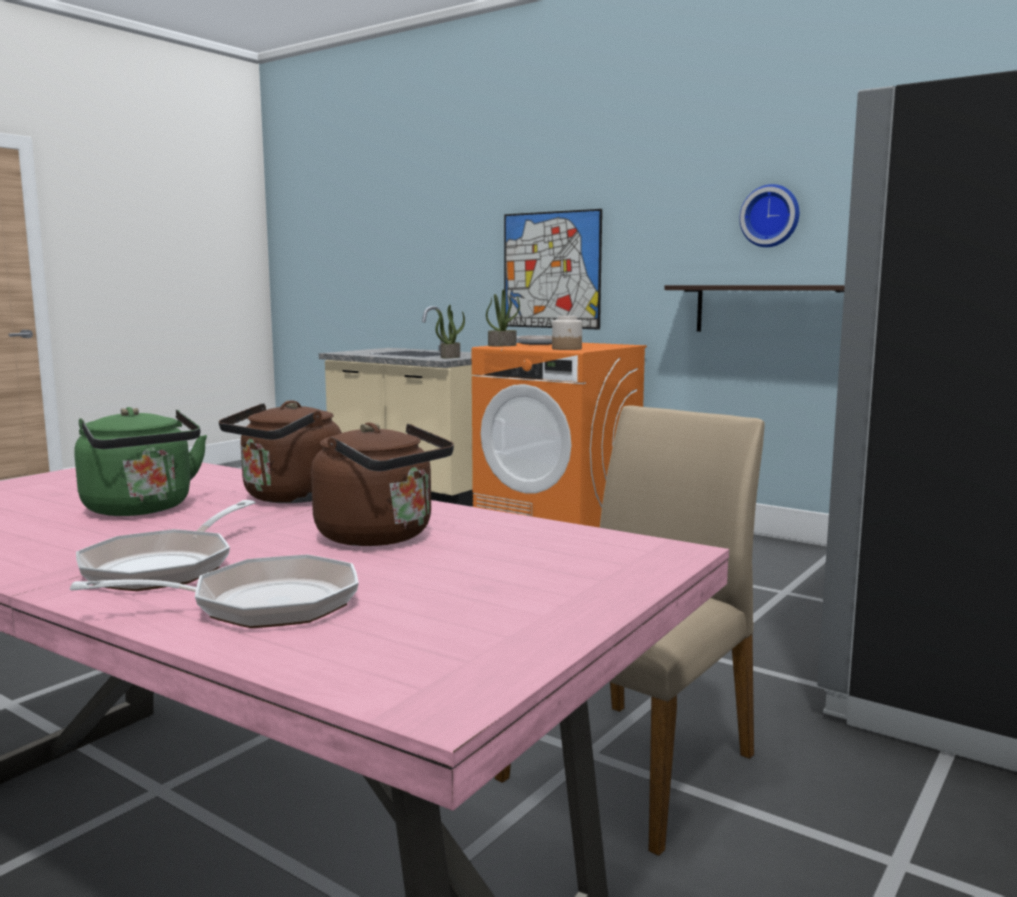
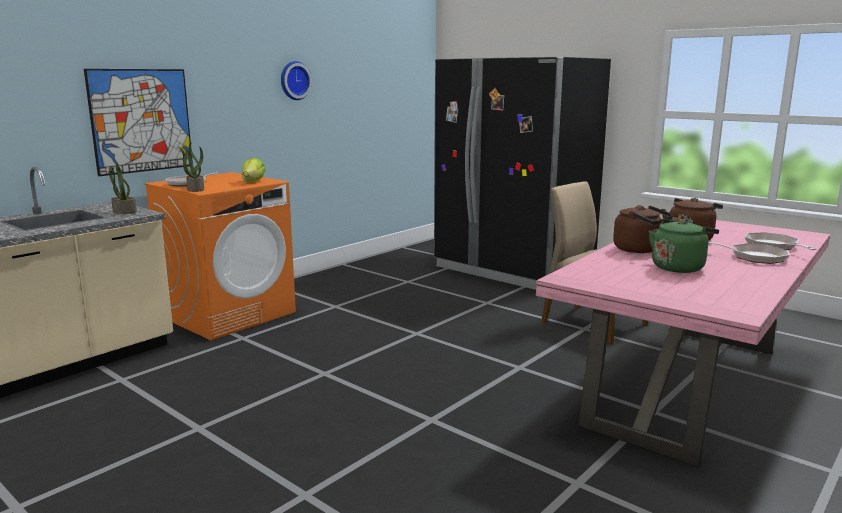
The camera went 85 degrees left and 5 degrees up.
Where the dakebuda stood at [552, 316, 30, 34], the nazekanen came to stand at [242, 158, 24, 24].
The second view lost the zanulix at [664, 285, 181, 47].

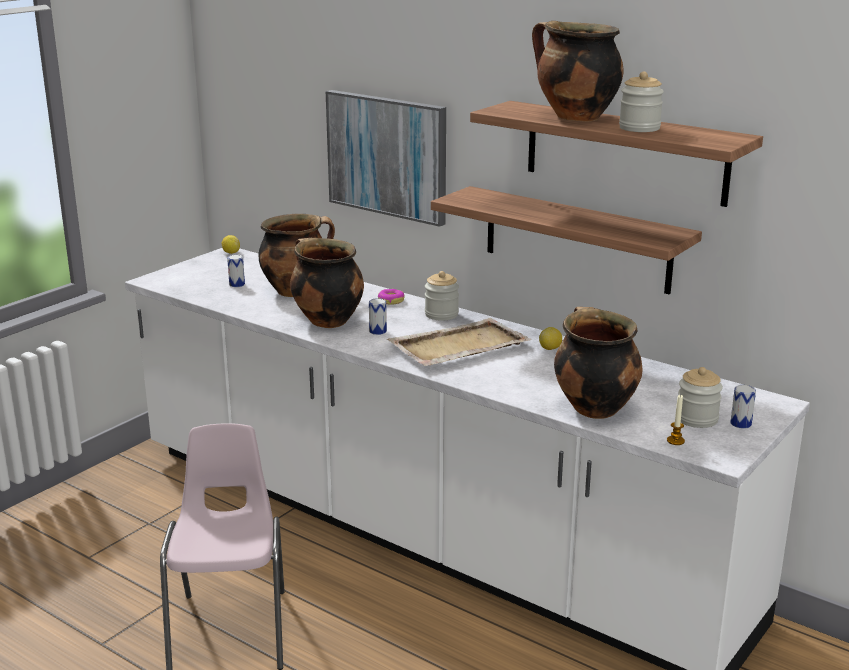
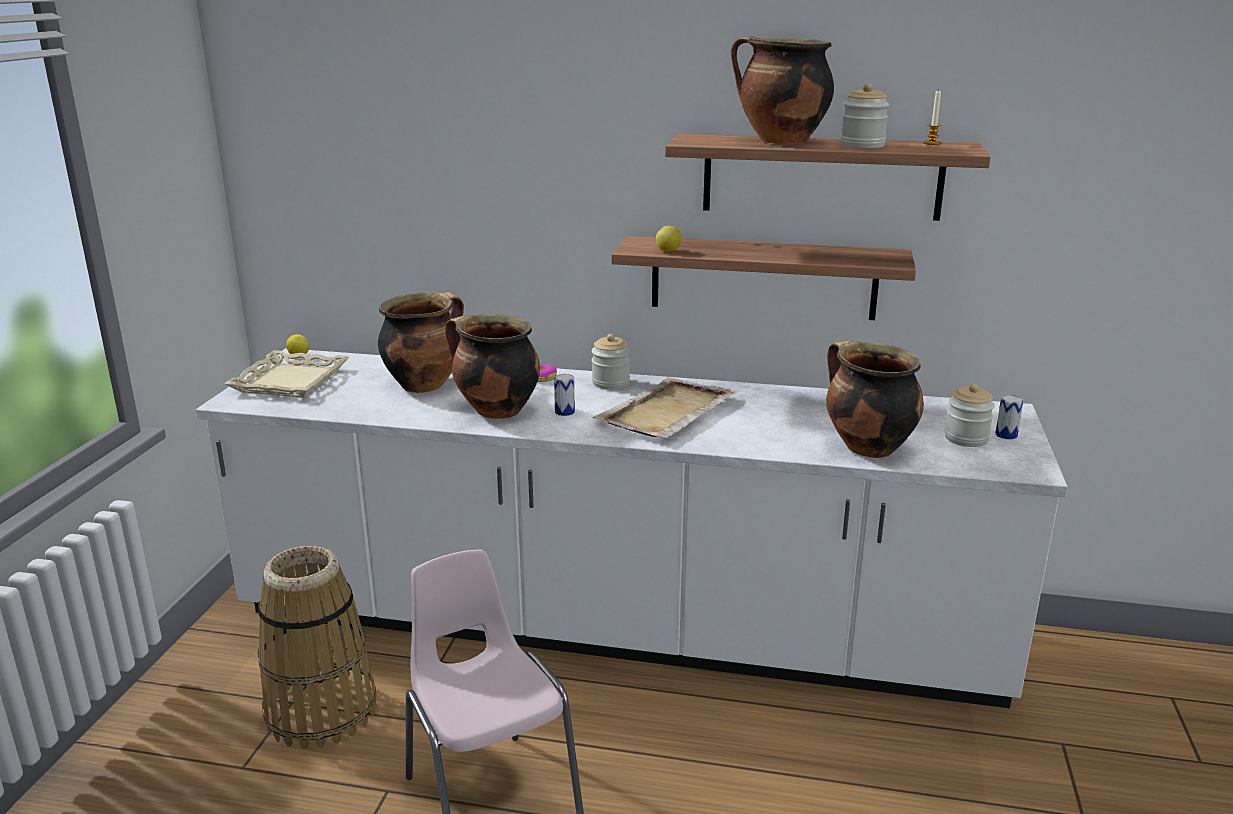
The camera went 25 degrees left and 0 degrees up.
The second view gained the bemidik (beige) at [224, 350, 125, 48].
The second view gained the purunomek at [257, 546, 120, 203].
The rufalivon ended up elsewhere, having gone from [539, 327, 23, 23] to [656, 226, 26, 26].
The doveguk ended up elsewhere, having gone from [667, 394, 18, 51] to [923, 90, 18, 55].
The second view lost the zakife at [227, 255, 18, 32].
The second view lost the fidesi at [326, 90, 120, 137].

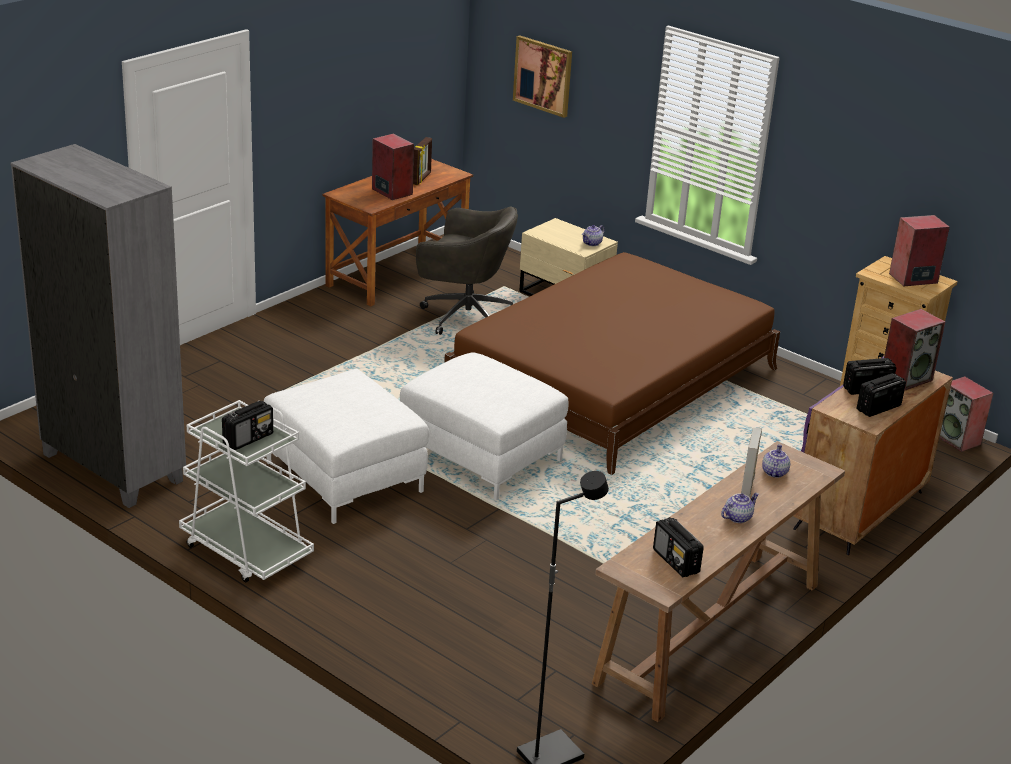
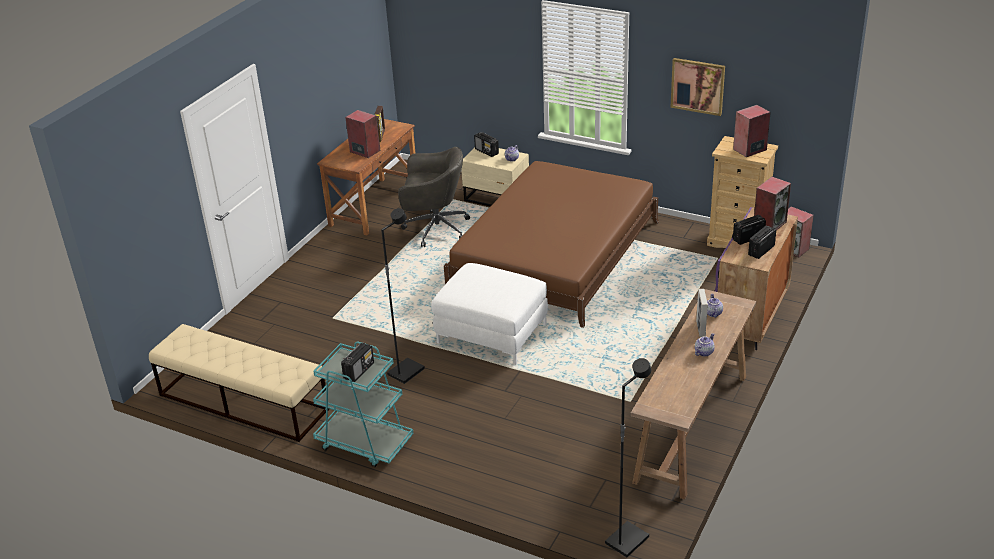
The camera went 10 degrees left and 5 degrees up.
Where the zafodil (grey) stood at [10, 144, 176, 364], the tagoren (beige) came to stand at [149, 324, 180, 118].
What was the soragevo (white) at [179, 400, 135, 182] turned into the soragevo (turquoise) at [313, 342, 100, 125].
Where the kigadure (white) stood at [264, 369, 165, 155], the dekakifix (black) came to stand at [381, 208, 44, 176].
The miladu ended up elsewhere, having gone from [653, 517, 51, 60] to [474, 132, 25, 25].
The fidesi ended up elsewhere, having gone from [513, 35, 59, 83] to [671, 58, 54, 58].

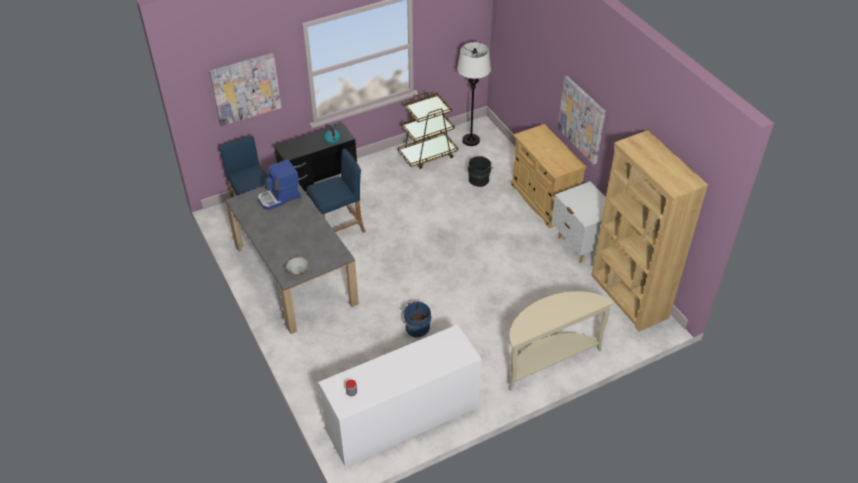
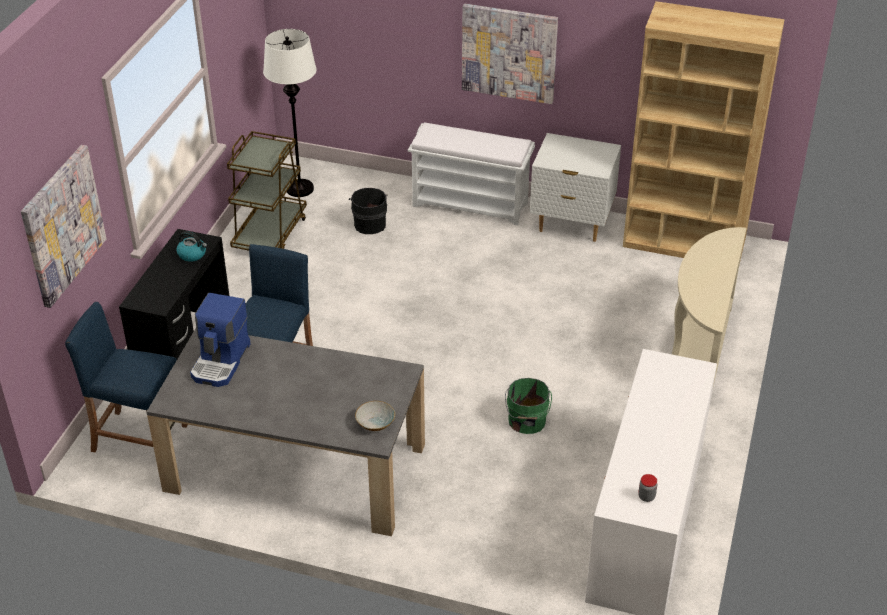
The camera went 45 degrees left and 5 degrees down.
Where the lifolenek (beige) stood at [511, 124, 76, 104], the tagoren (white) came to stand at [408, 122, 127, 103].
What was the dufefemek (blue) at [401, 301, 30, 37] turned into the dufefemek (green) at [505, 378, 47, 56].

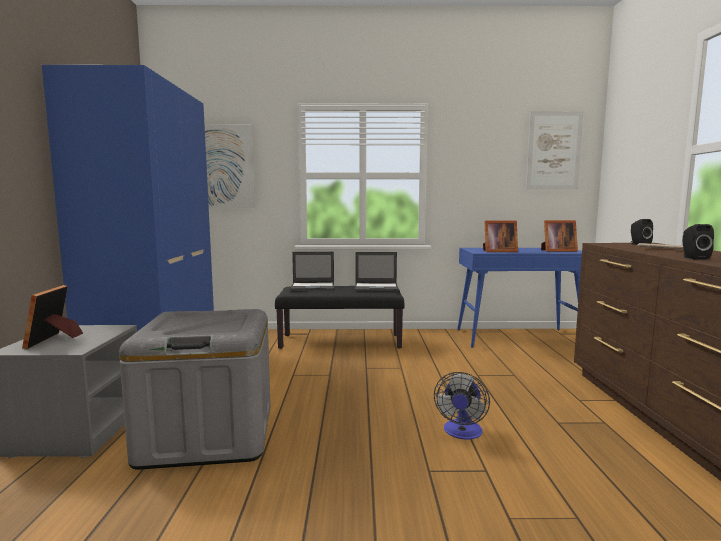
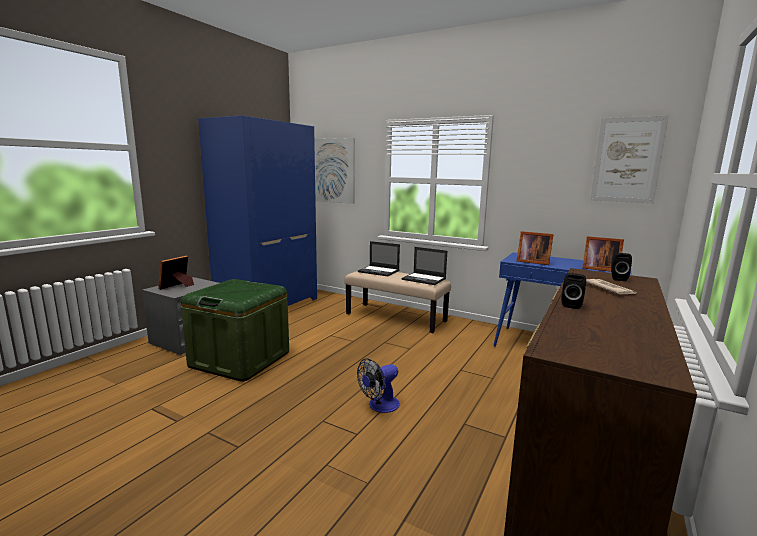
The camera went 30 degrees right and 5 degrees up.
What was the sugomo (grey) at [119, 309, 151, 161] turned into the sugomo (green) at [181, 279, 108, 103].
What was the tagoren (black) at [275, 286, 129, 63] turned into the tagoren (beige) at [344, 271, 107, 62].

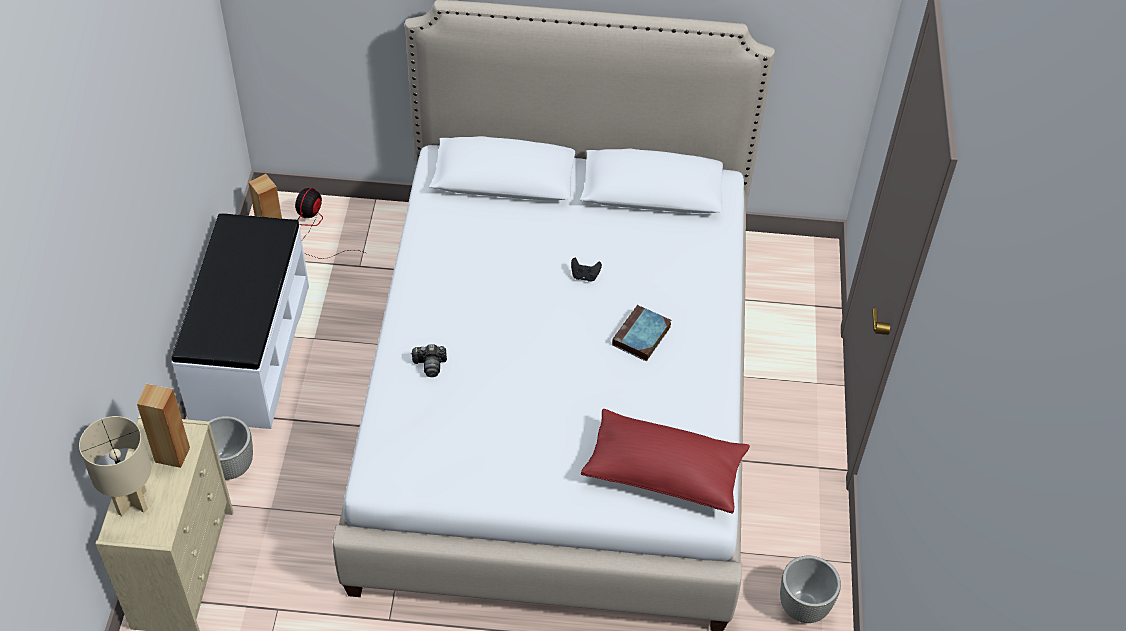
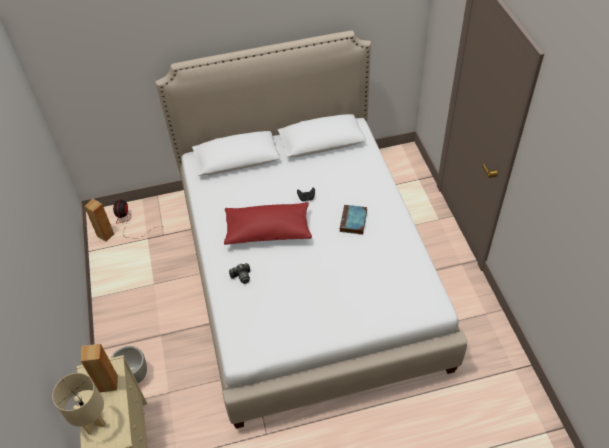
The camera went 15 degrees left and 0 degrees up.
The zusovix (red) ended up elsewhere, having gone from [581, 409, 169, 105] to [224, 202, 88, 43].
The second view lost the tagoren (white) at [172, 213, 137, 216].
The second view lost the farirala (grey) at [780, 556, 61, 67].

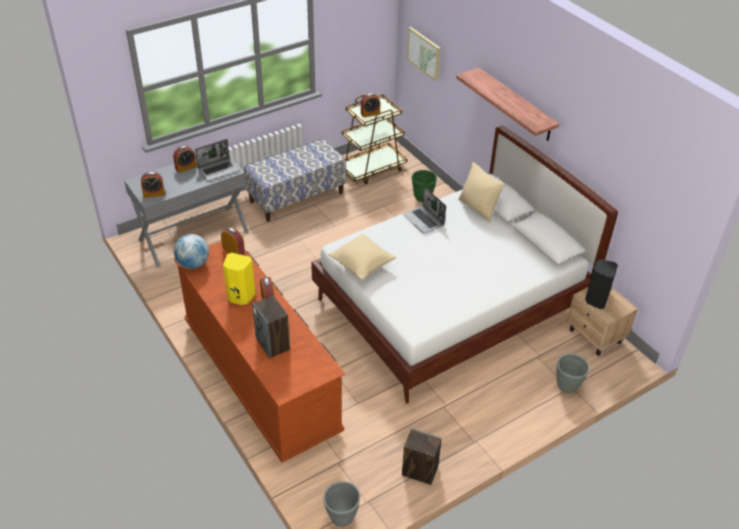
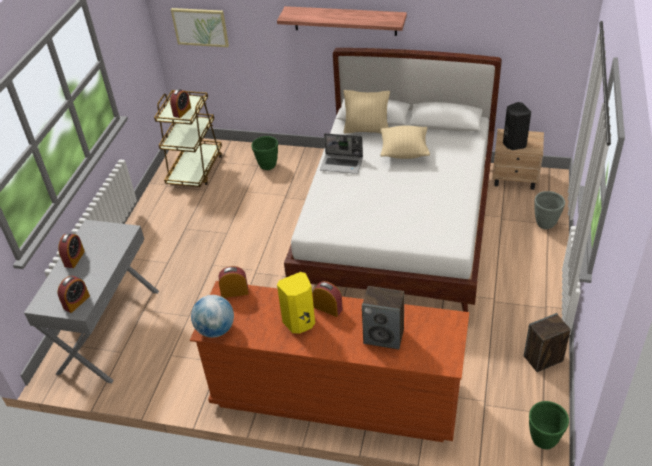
The camera went 40 degrees left and 0 degrees up.
The zusovix (beige) ended up elsewhere, having gone from [329, 234, 67, 46] to [380, 125, 50, 34].
What was the farirala (grey) at [323, 481, 37, 46] turned into the farirala (green) at [529, 401, 40, 48].
The second view lost the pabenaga at [195, 139, 45, 42].
The second view lost the tagoren at [244, 139, 102, 83].

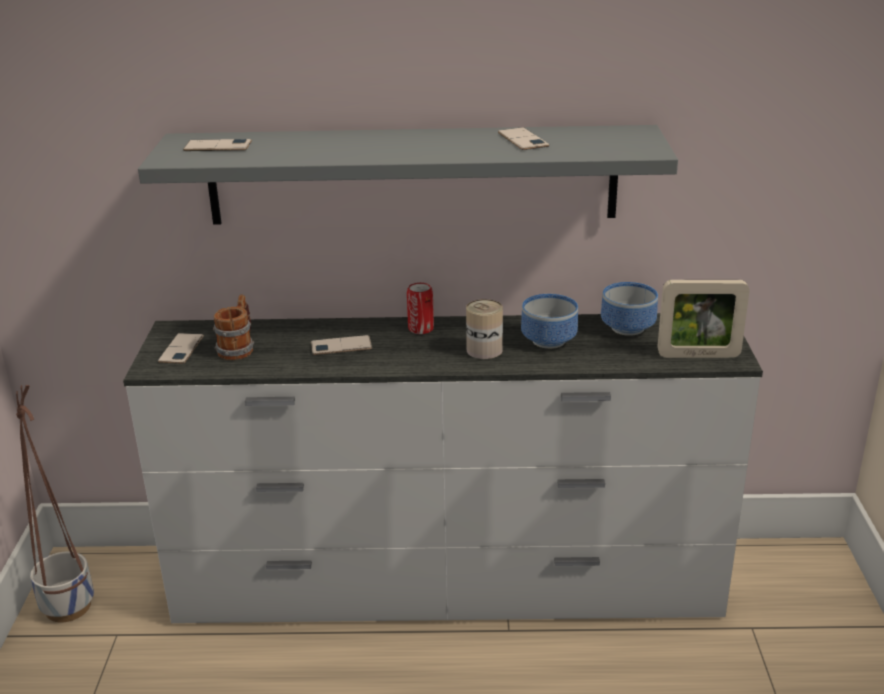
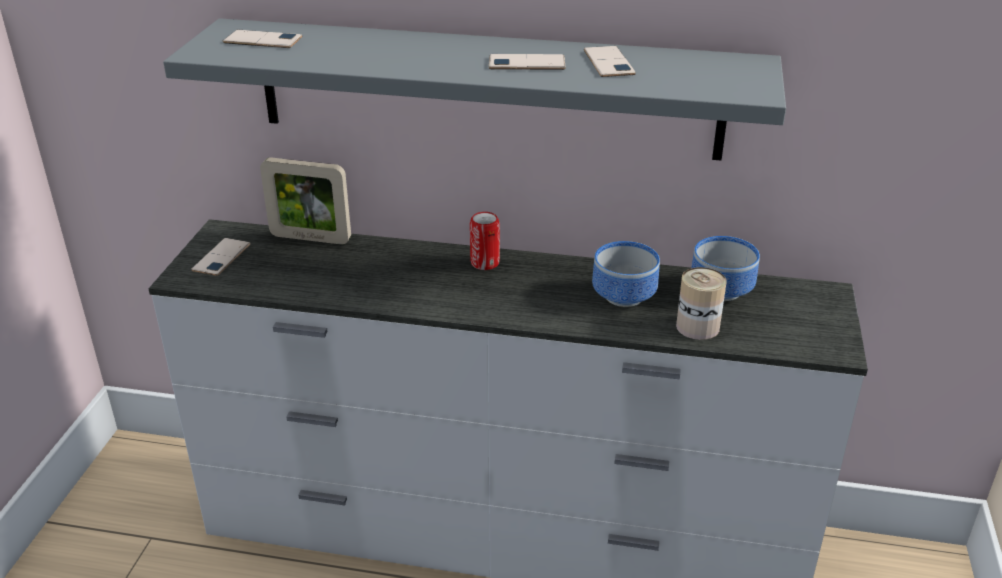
The camera went 10 degrees right and 5 degrees up.
The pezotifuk ended up elsewhere, having gone from [657, 280, 93, 78] to [260, 157, 91, 87].
The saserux ended up elsewhere, having gone from [311, 335, 61, 20] to [489, 54, 77, 16].
The zakife ended up elsewhere, having gone from [466, 299, 37, 60] to [676, 267, 51, 73].
The second view lost the farirala at [16, 385, 78, 237].
The second view lost the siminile at [213, 294, 41, 66].

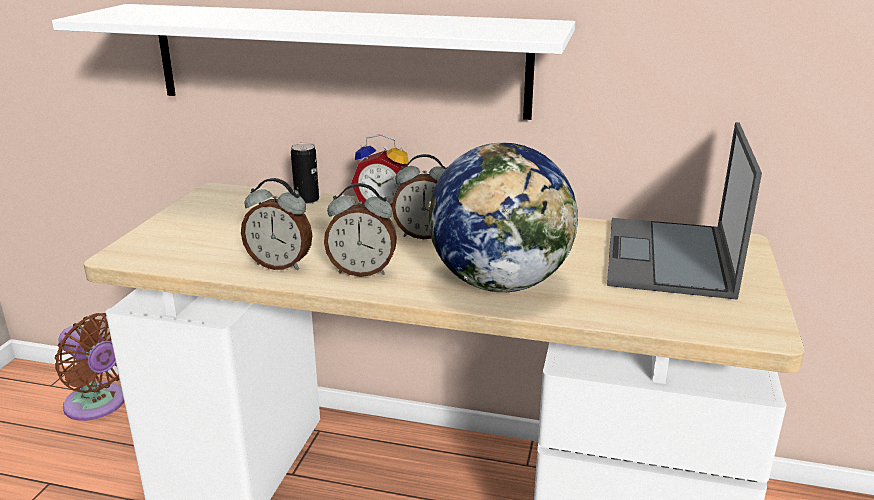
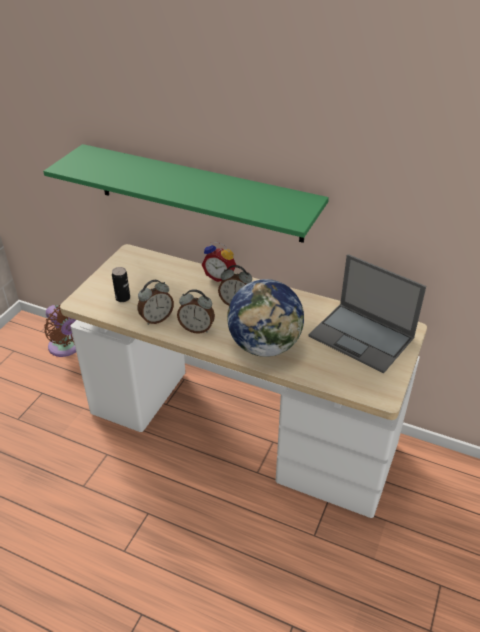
The camera went 10 degrees right and 15 degrees up.
What was the zanulix (white) at [52, 4, 523, 116] turned into the zanulix (green) at [43, 144, 286, 99].
The zakife ended up elsewhere, having gone from [291, 143, 28, 61] to [112, 267, 18, 35].
The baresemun at [241, 178, 71, 92] ended up facing another way, 60 degrees counterclockwise from before.
The pabenaga at [607, 122, 155, 178] ended up facing another way, 75 degrees counterclockwise from before.

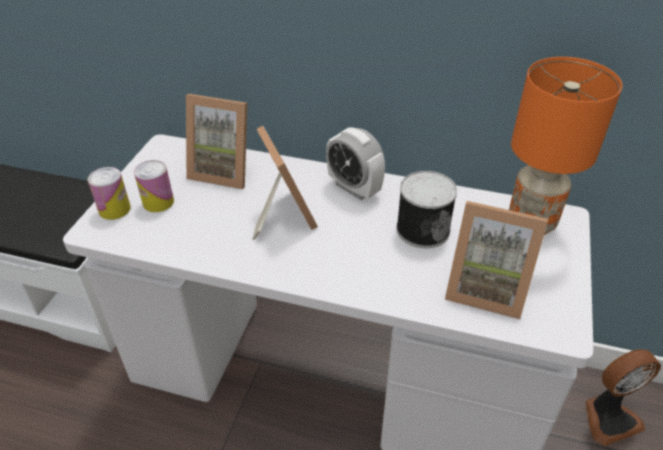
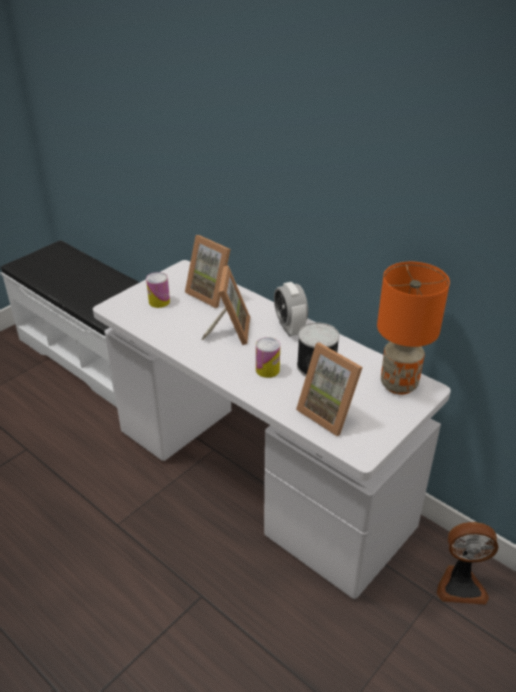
The camera went 25 degrees right and 5 degrees down.
The zakife ended up elsewhere, having gone from [87, 167, 44, 53] to [256, 337, 24, 41].

